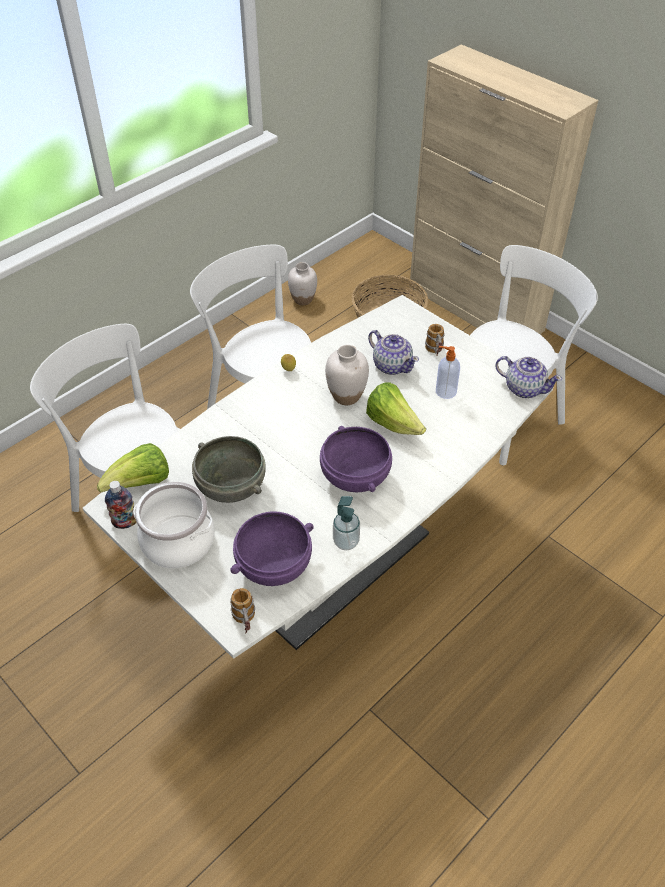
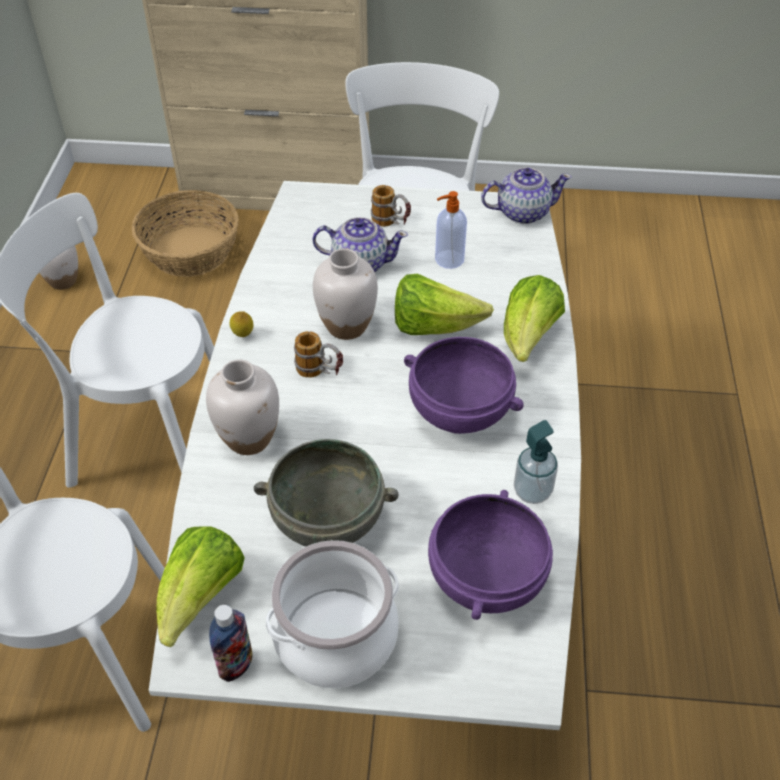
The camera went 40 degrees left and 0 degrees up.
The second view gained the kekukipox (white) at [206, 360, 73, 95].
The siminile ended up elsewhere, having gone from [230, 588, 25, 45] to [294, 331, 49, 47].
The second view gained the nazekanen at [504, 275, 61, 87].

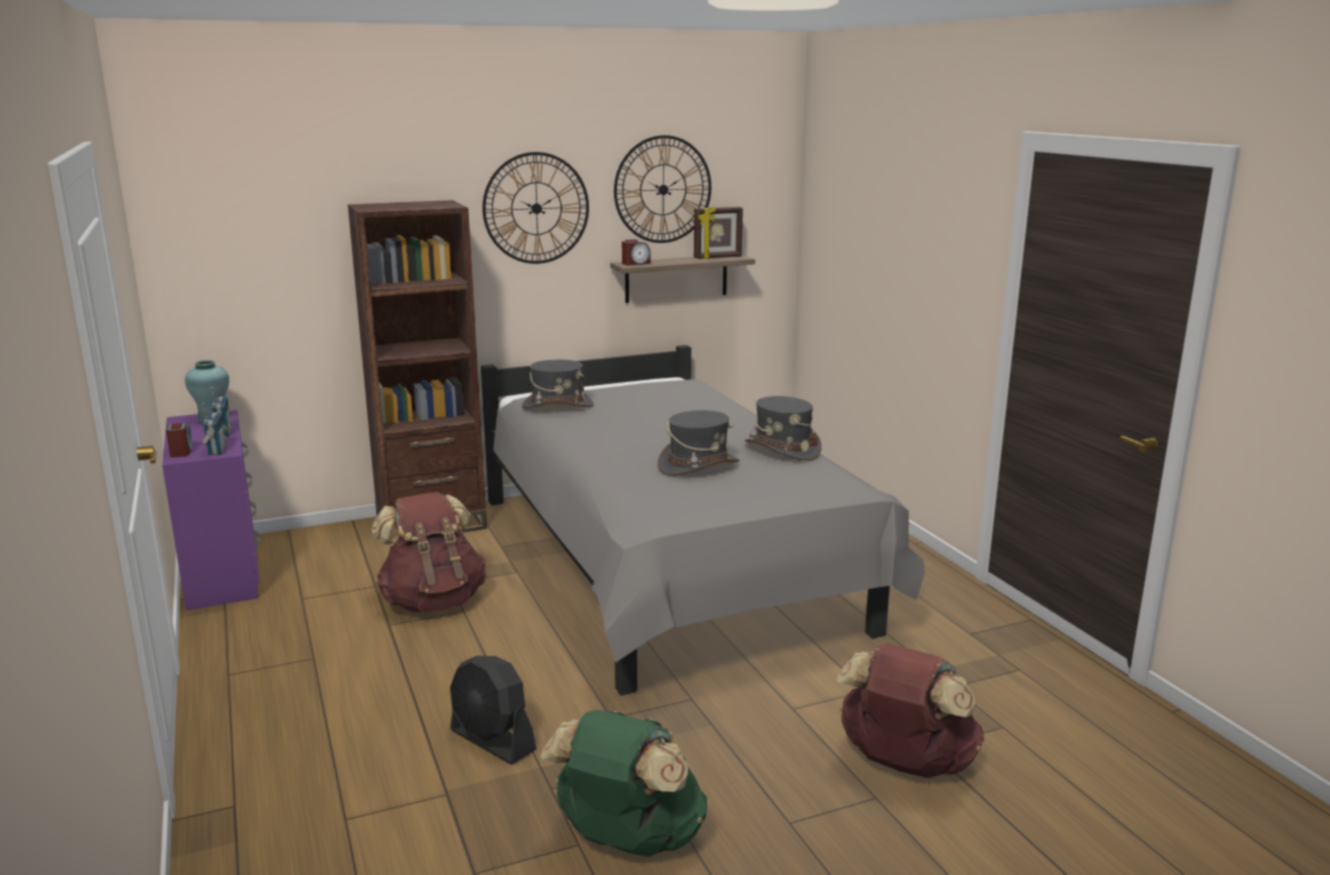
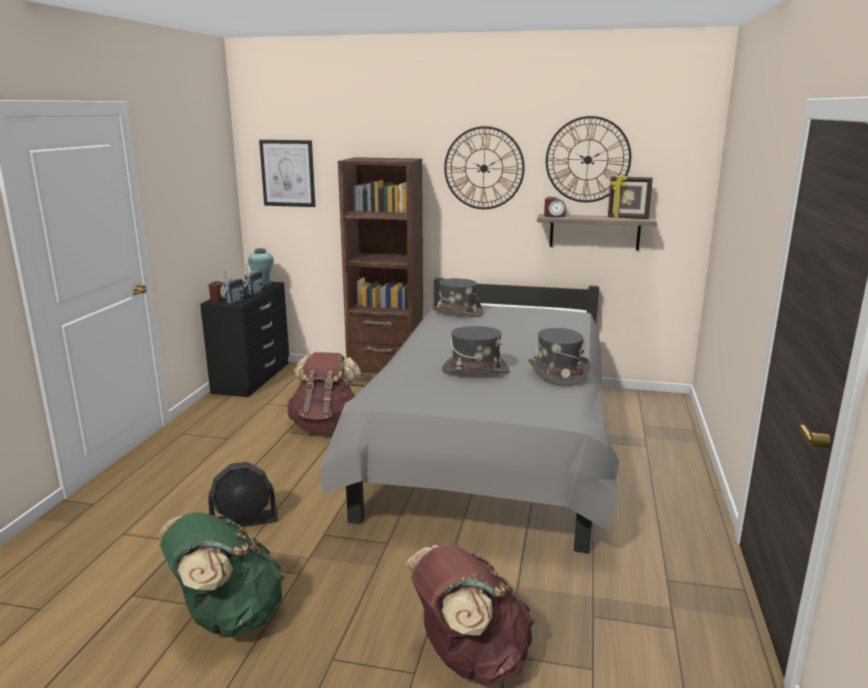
The camera went 35 degrees right and 0 degrees up.
What was the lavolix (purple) at [162, 410, 98, 200] turned into the lavolix (black) at [200, 282, 89, 115].
The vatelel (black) at [450, 656, 86, 109] ended up facing another way, 90 degrees counterclockwise from before.
The second view gained the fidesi at [259, 140, 56, 67].

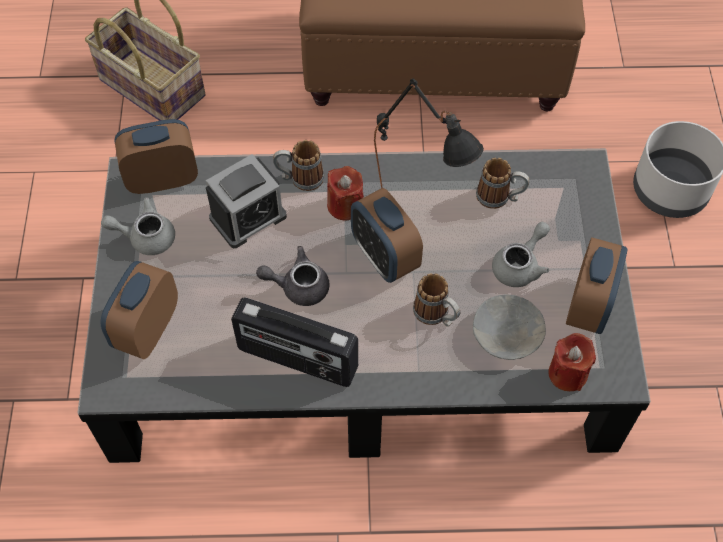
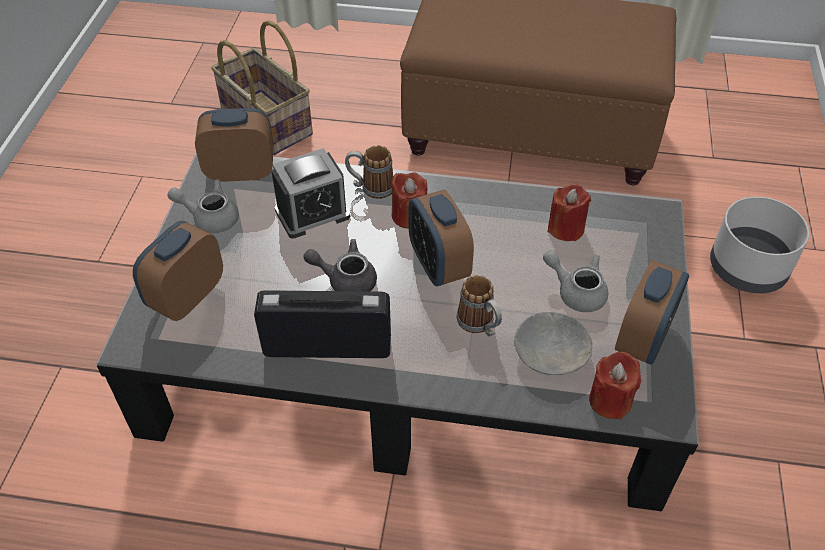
The camera went 10 degrees right and 10 degrees down.
The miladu at [231, 297, 127, 90] ended up facing another way, 150 degrees clockwise from before.
The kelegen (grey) at [492, 222, 58, 65] ended up facing another way, 105 degrees counterclockwise from before.
Where the siminile stood at [476, 158, 54, 51], the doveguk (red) came to stand at [547, 184, 44, 57].
The second view lost the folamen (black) at [374, 78, 110, 110].

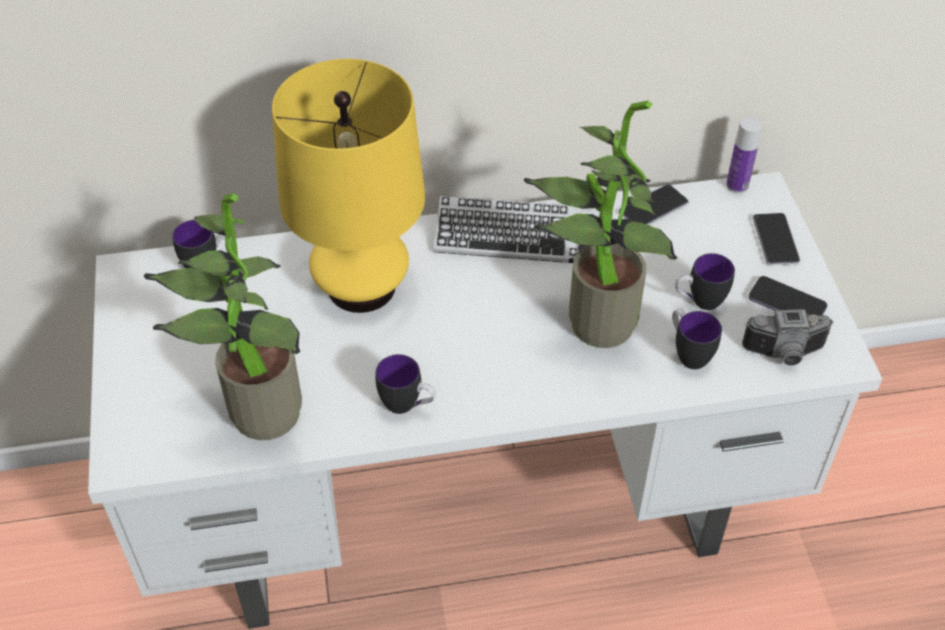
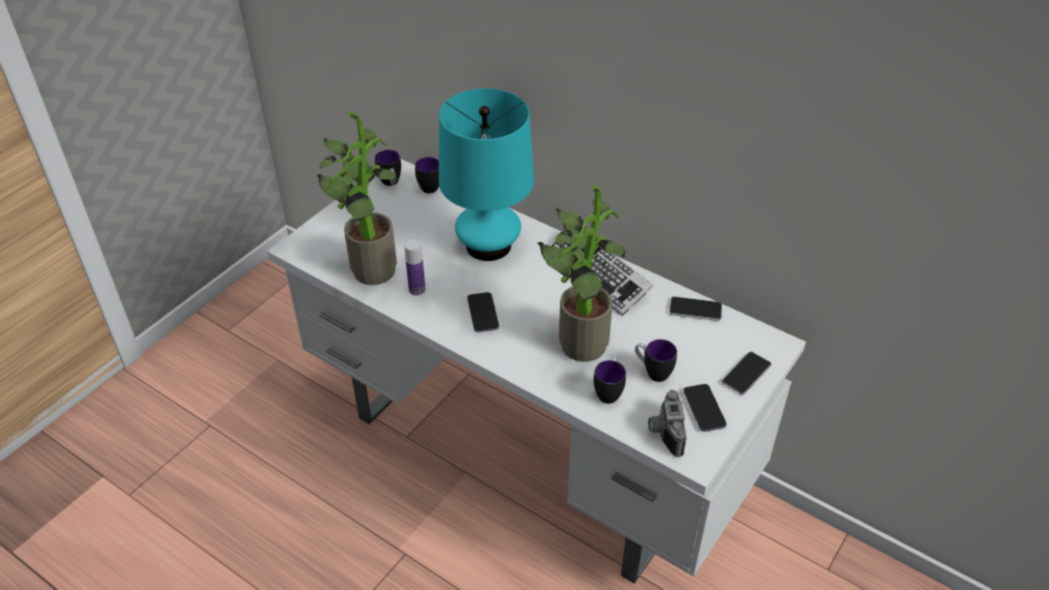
The camera went 45 degrees right and 5 degrees down.
The siminile ended up elsewhere, having gone from [376, 354, 60, 60] to [375, 150, 26, 36].
The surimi ended up elsewhere, having gone from [726, 117, 36, 76] to [404, 239, 22, 57].
What was the folamen (yellow) at [272, 59, 153, 254] turned into the folamen (turquoise) at [439, 88, 95, 173].
The second view gained the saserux at [467, 292, 32, 40].
The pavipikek at [742, 309, 92, 57] ended up facing another way, 45 degrees clockwise from before.

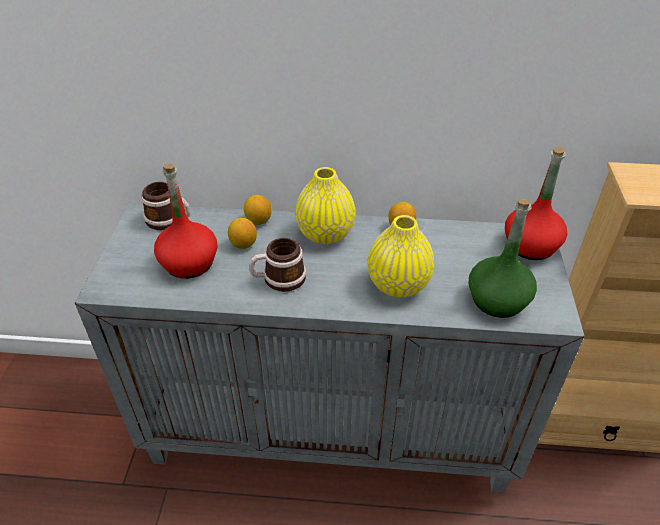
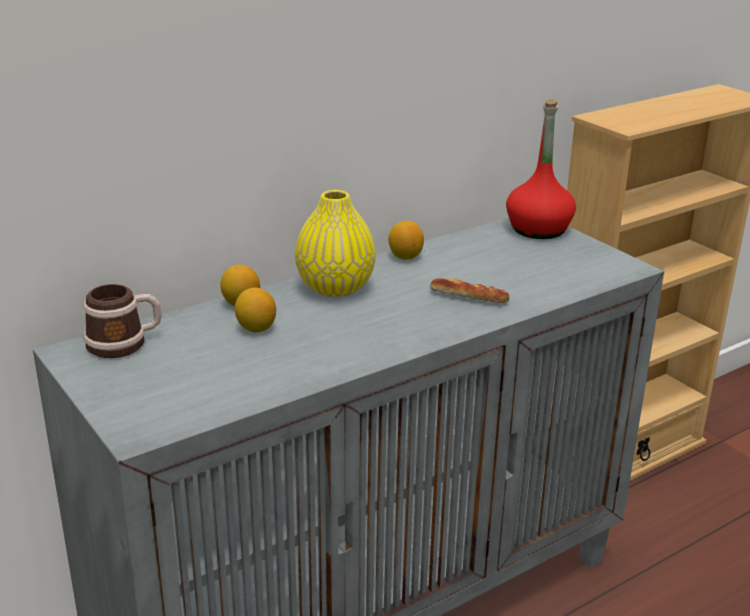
The camera went 40 degrees left and 15 degrees down.
Where the kekukipox (yellow) stood at [368, 215, 66, 83], the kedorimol came to stand at [430, 278, 79, 25].
The second view lost the surimi (red) at [154, 163, 63, 116].
The second view lost the siminile at [249, 238, 57, 54].
The second view lost the surimi (green) at [469, 199, 68, 119].

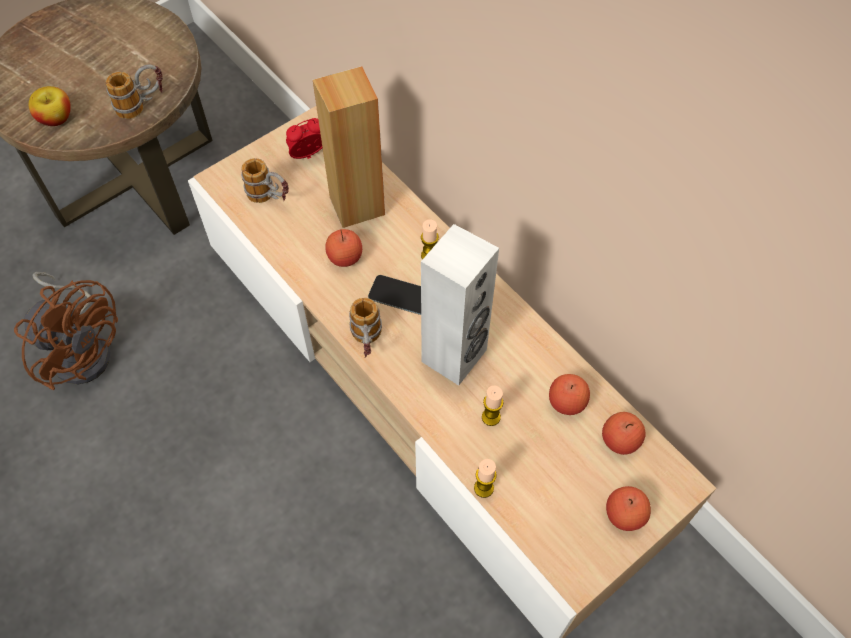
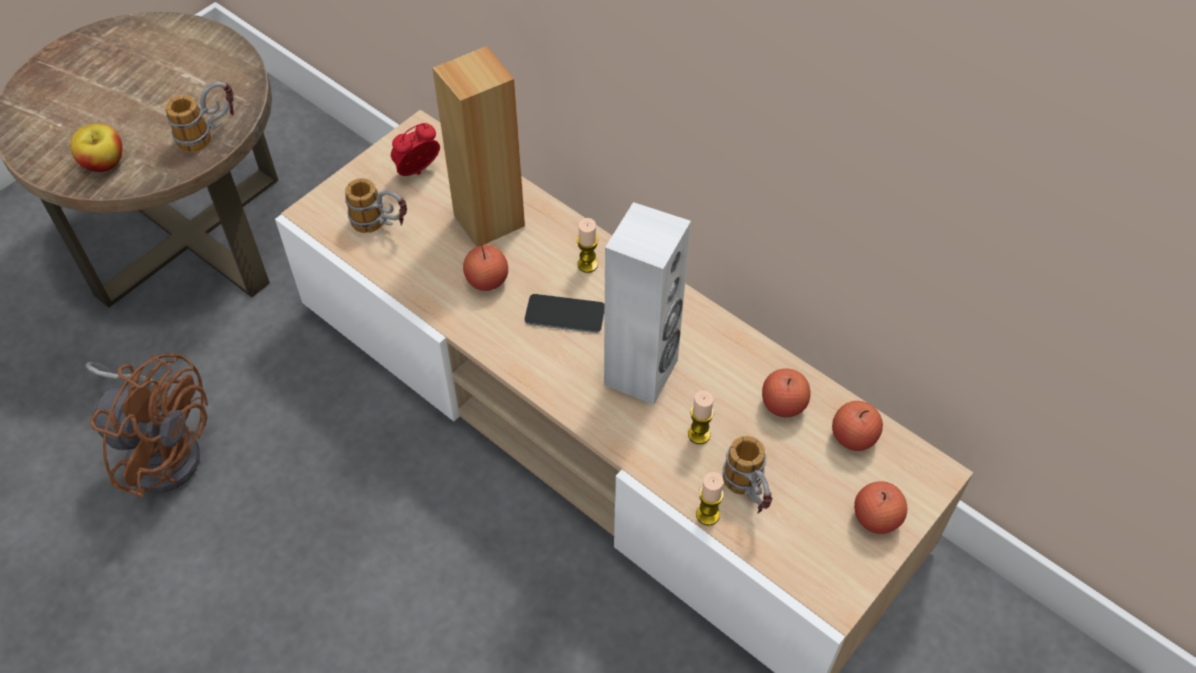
The camera went 10 degrees left and 5 degrees down.
The siminile ended up elsewhere, having gone from [349, 298, 33, 60] to [723, 436, 49, 78].

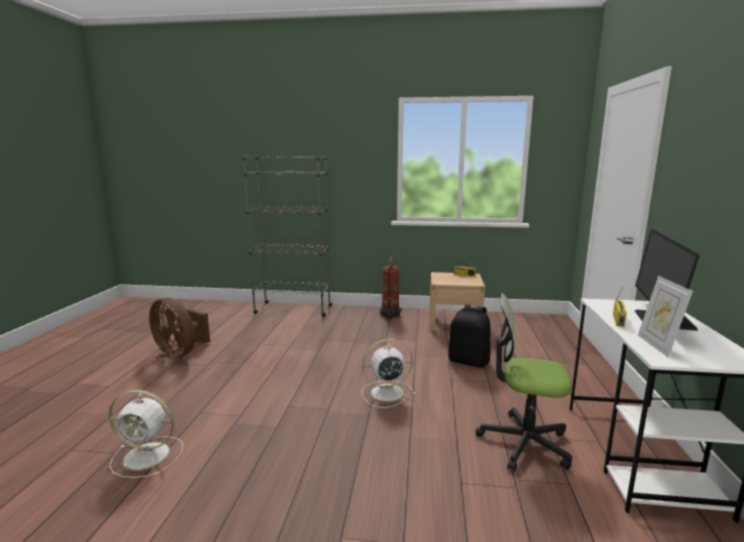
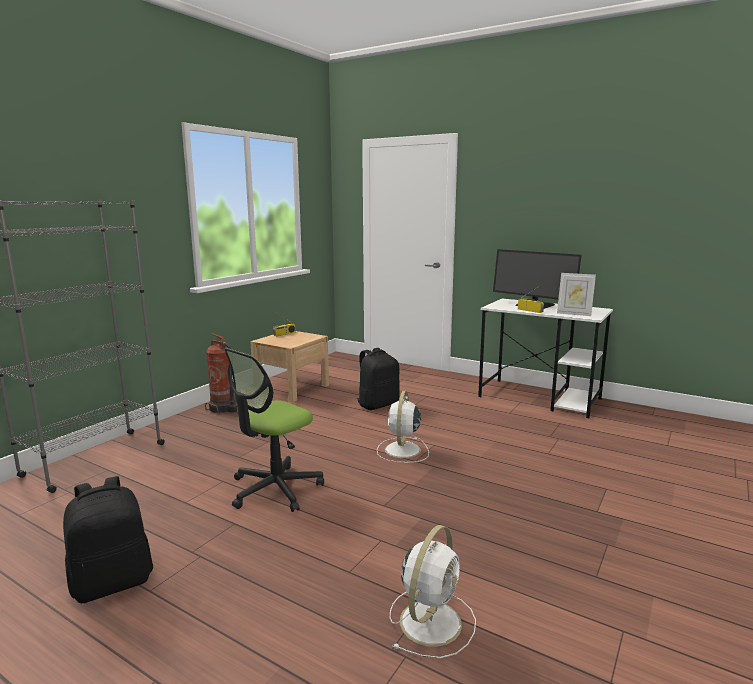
The camera went 65 degrees left and 0 degrees up.
Where the vatelel (brown) stood at [149, 297, 61, 61], the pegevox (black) came to stand at [63, 476, 90, 127].
The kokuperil ended up elsewhere, having gone from [475, 293, 97, 178] to [224, 348, 100, 164].

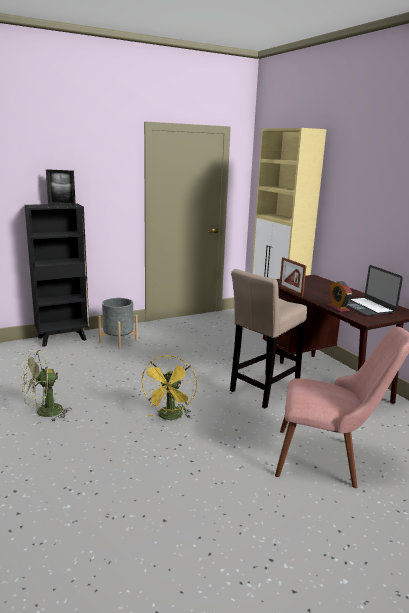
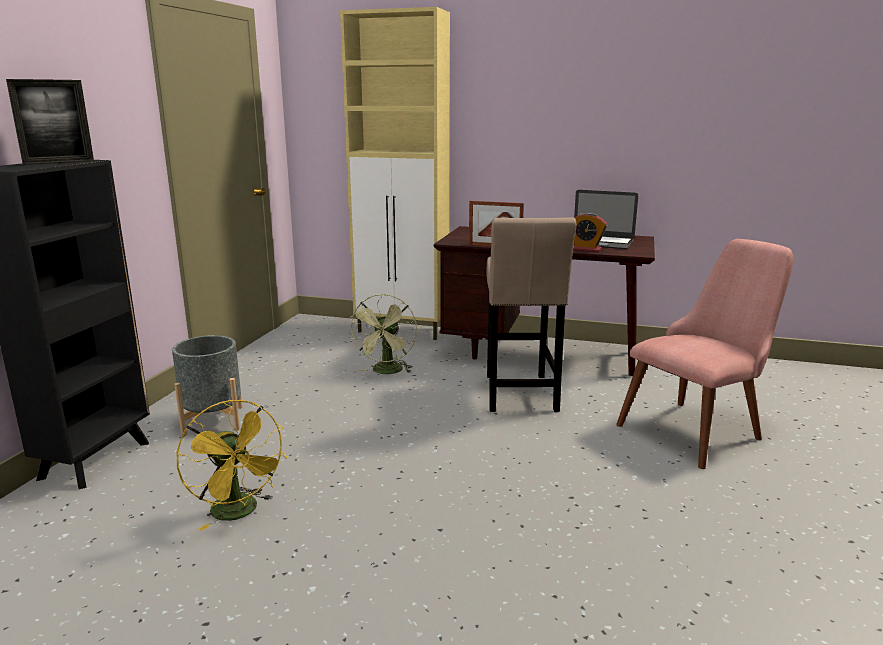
The camera went 45 degrees left and 0 degrees up.
The vatelel (yellow) ended up elsewhere, having gone from [141, 355, 56, 65] to [176, 400, 111, 131].
The vatelel (green) ended up elsewhere, having gone from [21, 350, 51, 72] to [349, 294, 68, 80].

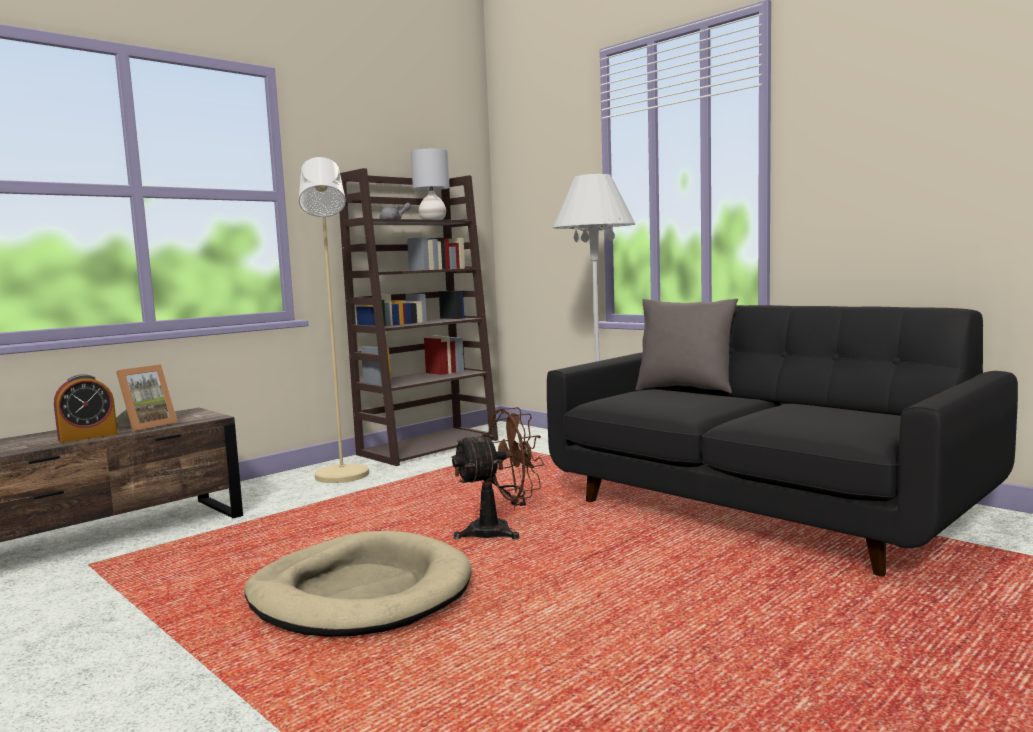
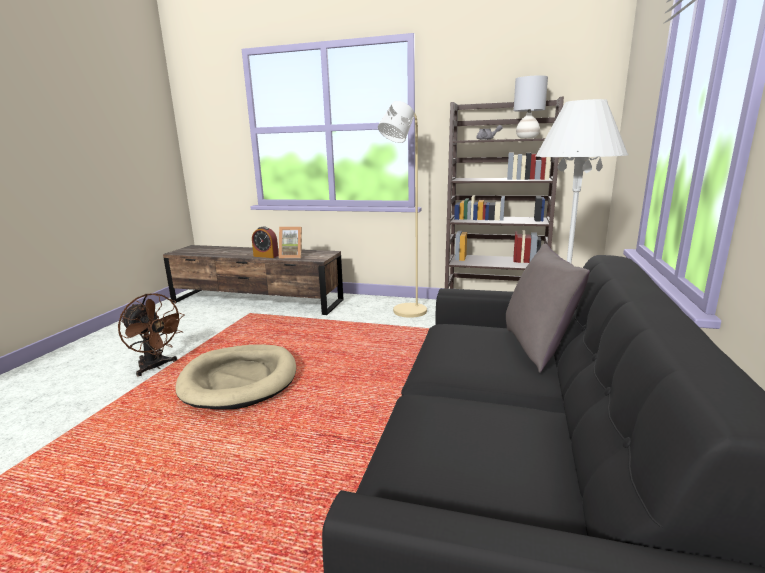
The camera went 60 degrees right and 10 degrees up.
The vatelel (brown) ended up elsewhere, having gone from [452, 407, 93, 133] to [118, 293, 67, 84].

